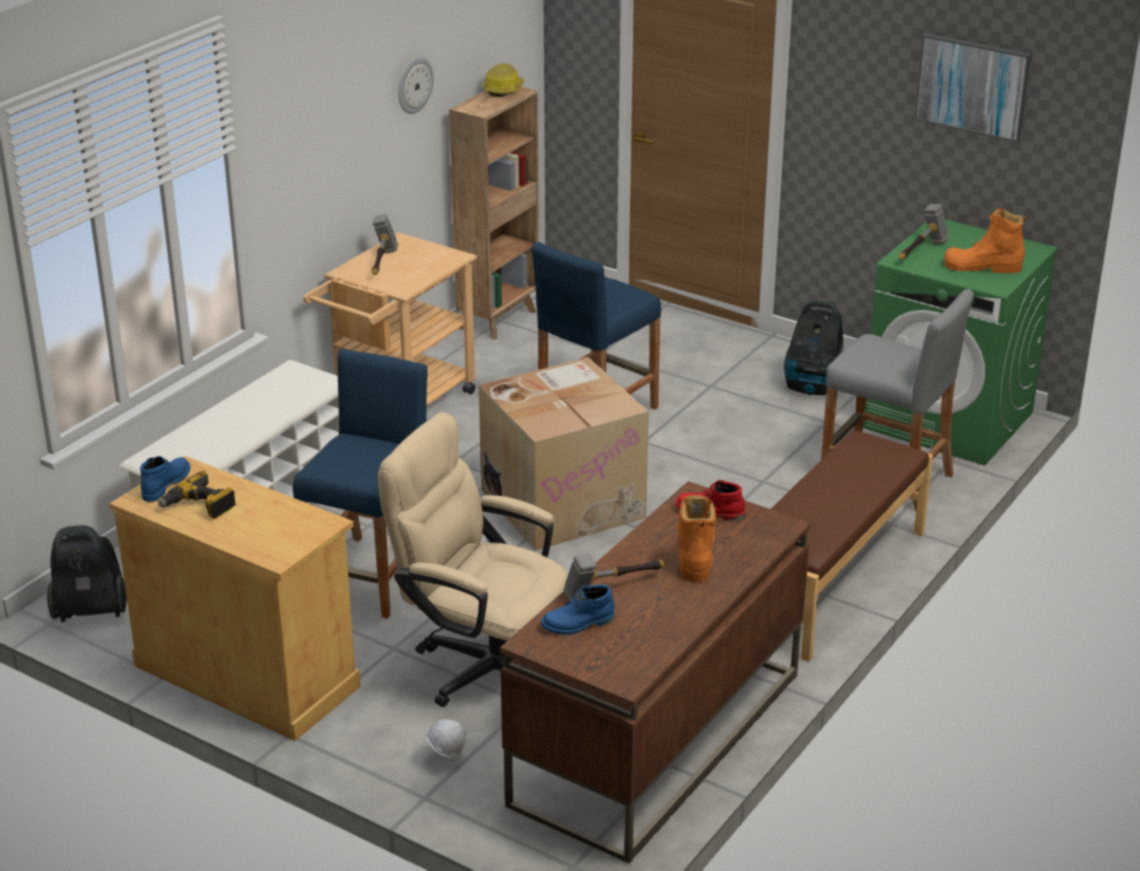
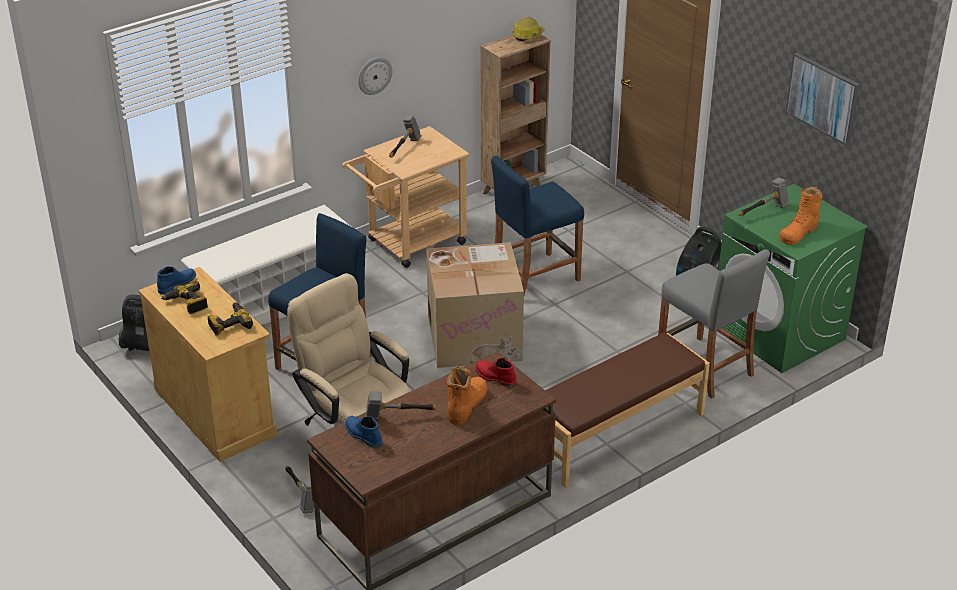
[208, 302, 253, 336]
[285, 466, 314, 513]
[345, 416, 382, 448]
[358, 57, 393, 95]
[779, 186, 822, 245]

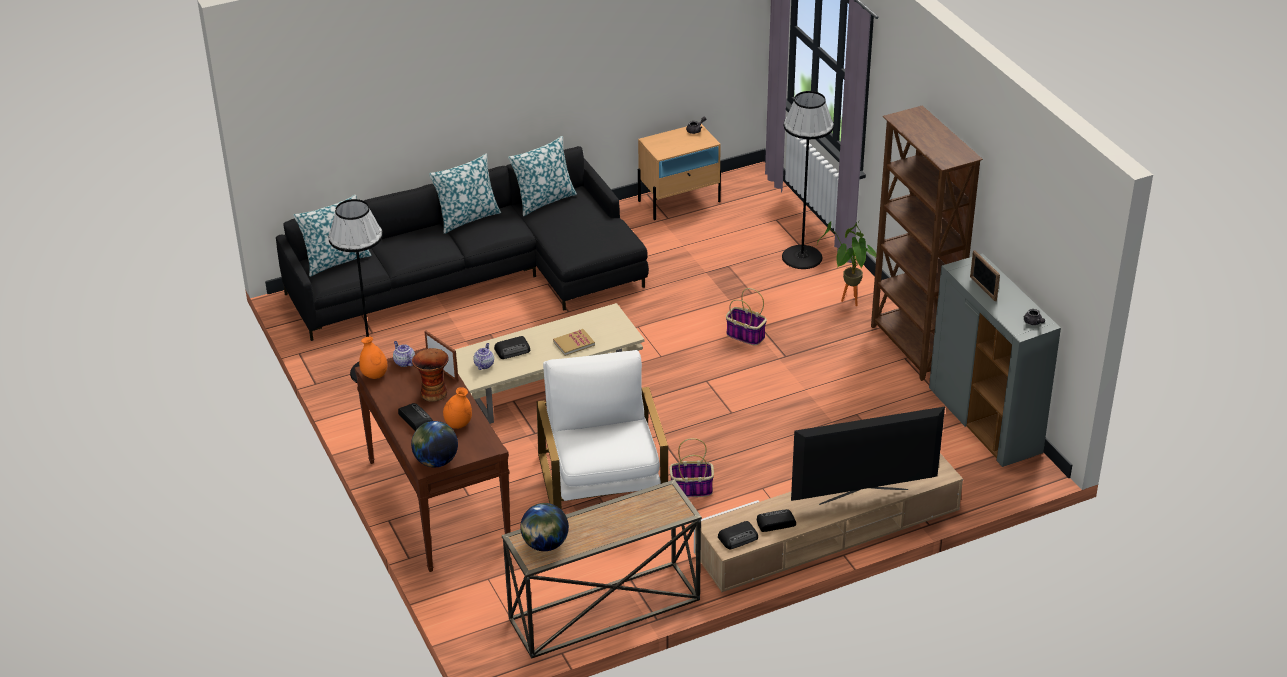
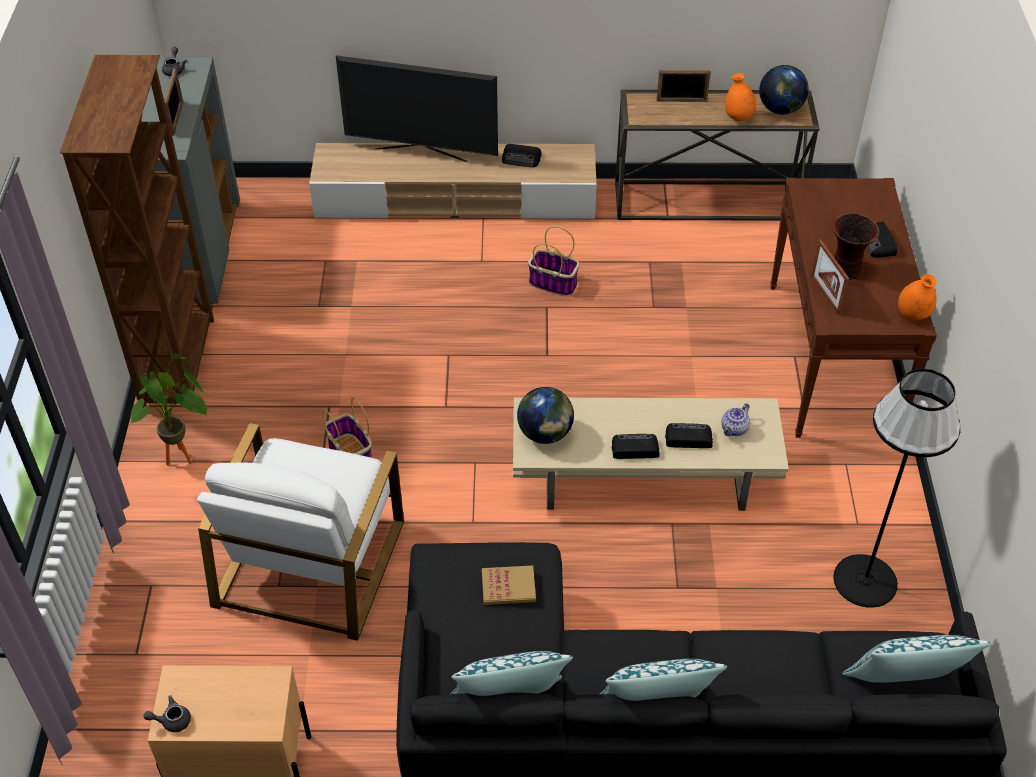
[197, 423, 404, 641]
[482, 565, 536, 605]
[517, 387, 574, 444]
[612, 434, 660, 459]
[656, 70, 711, 102]
[725, 73, 756, 121]
[393, 341, 415, 367] (first image)
[782, 91, 834, 269] (first image)

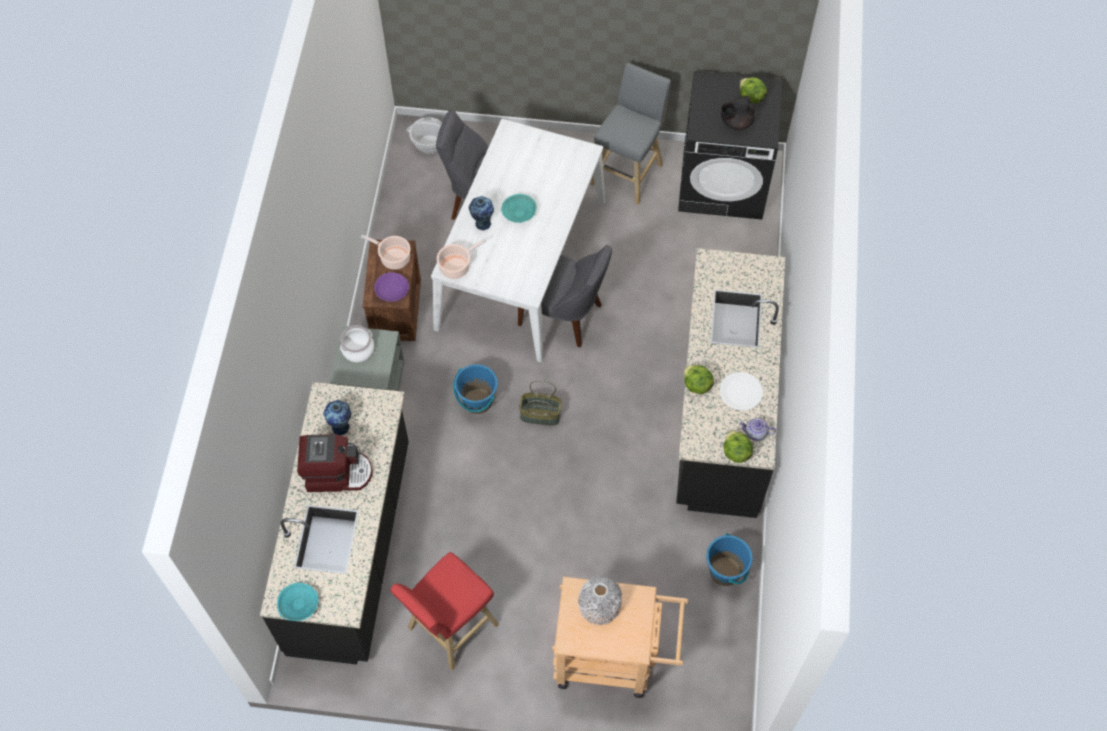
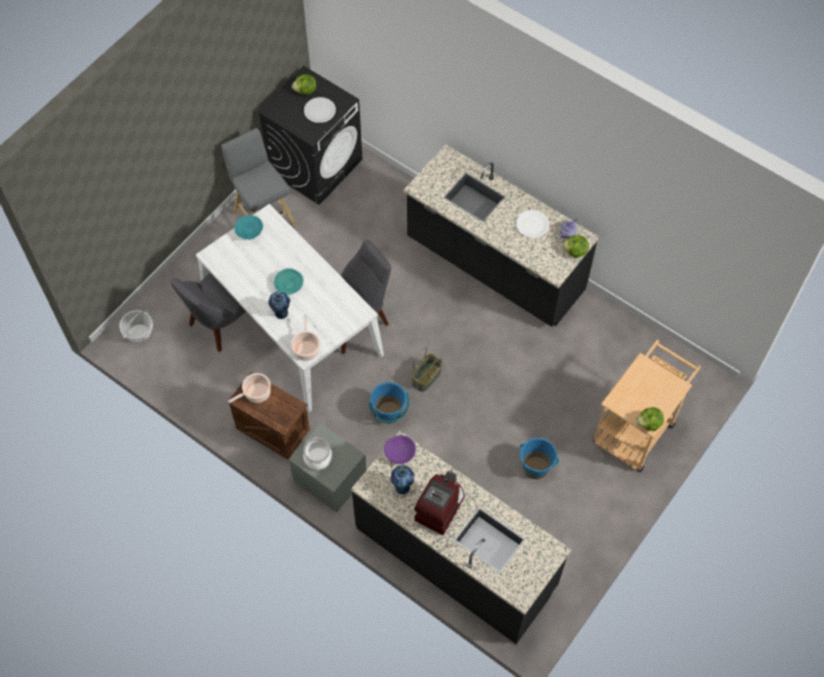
[234, 215, 263, 240]
[304, 97, 336, 123]
[384, 435, 416, 464]
[519, 438, 559, 479]
[636, 407, 664, 431]
[390, 552, 499, 671] (first image)
[578, 575, 622, 625] (first image)

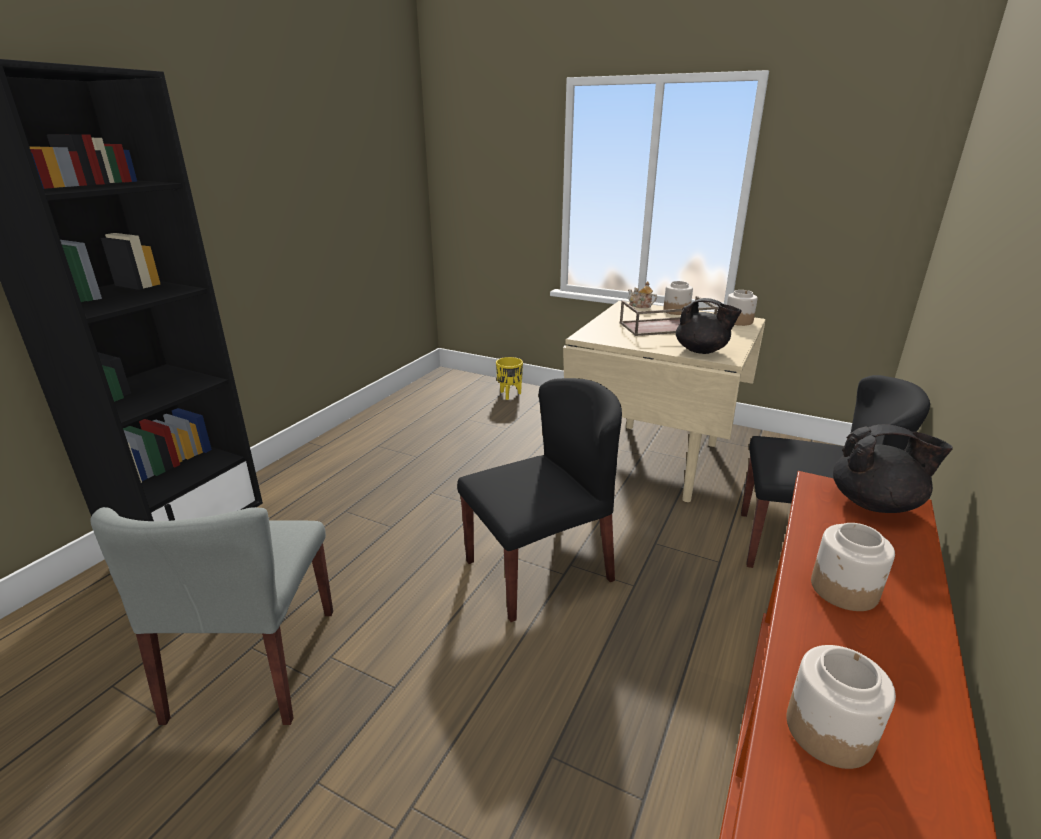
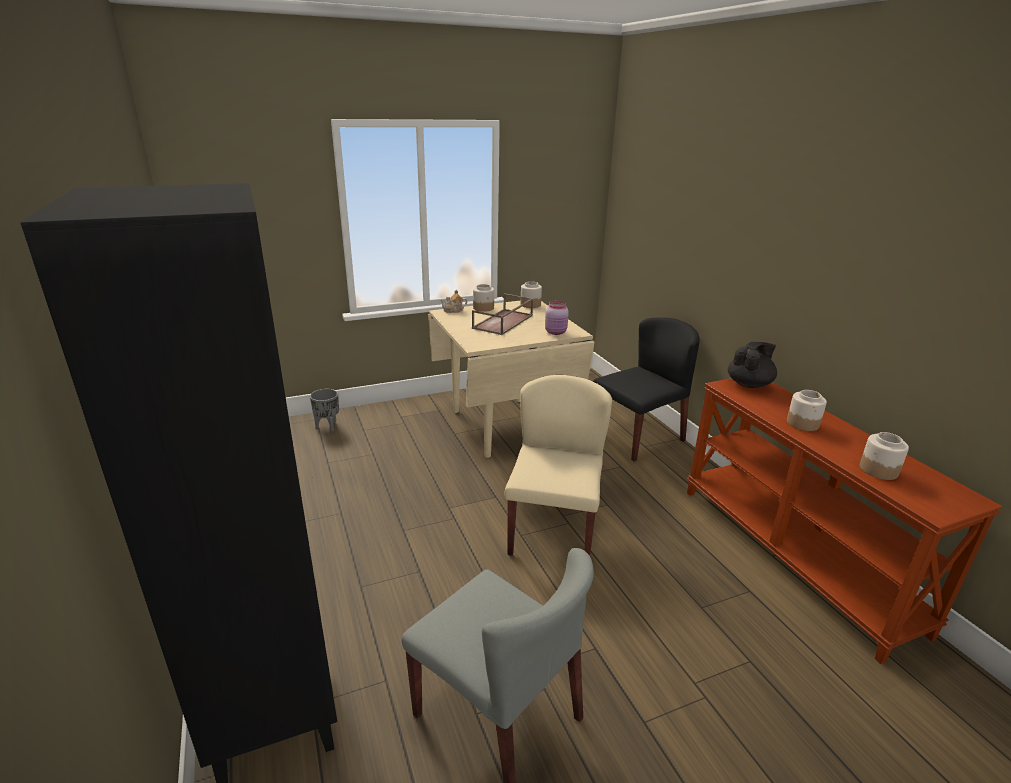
[310, 389, 339, 432]
[504, 375, 612, 556]
[545, 301, 569, 335]

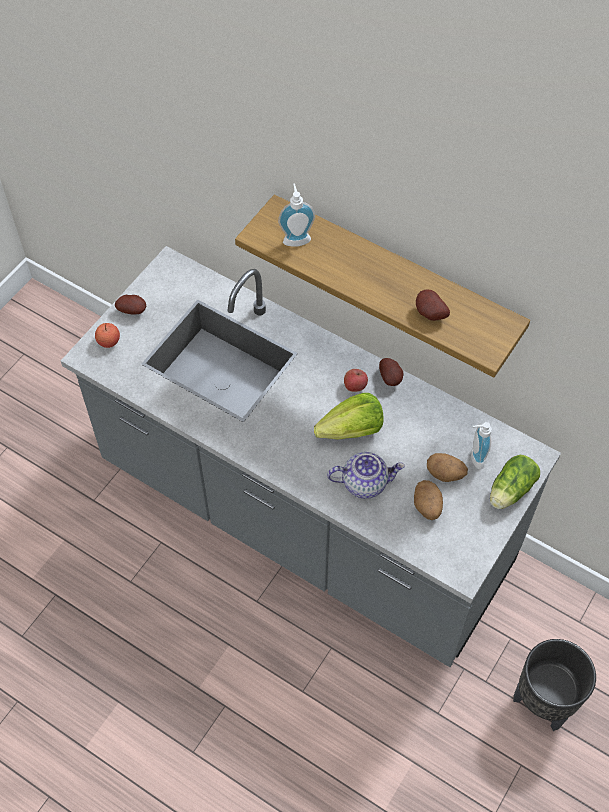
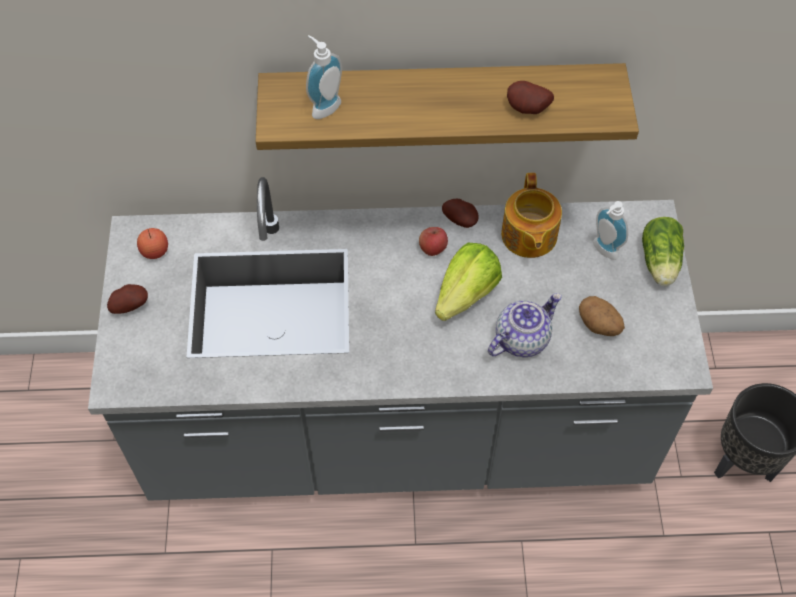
[137, 228, 168, 259]
[501, 173, 562, 258]
[427, 453, 468, 482] (first image)

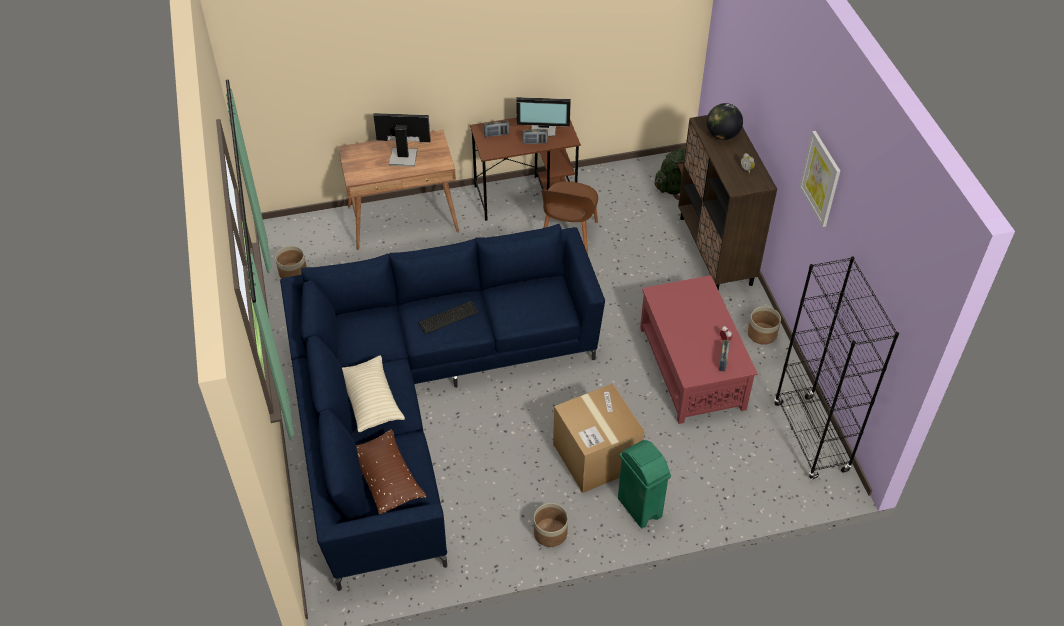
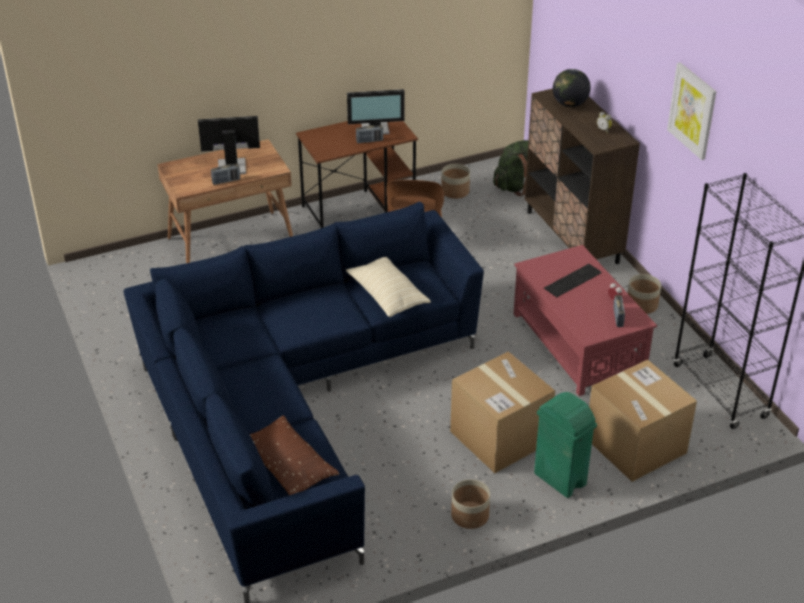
[211, 164, 240, 185]
[346, 257, 431, 317]
[441, 164, 470, 199]
[544, 264, 602, 297]
[589, 360, 697, 482]

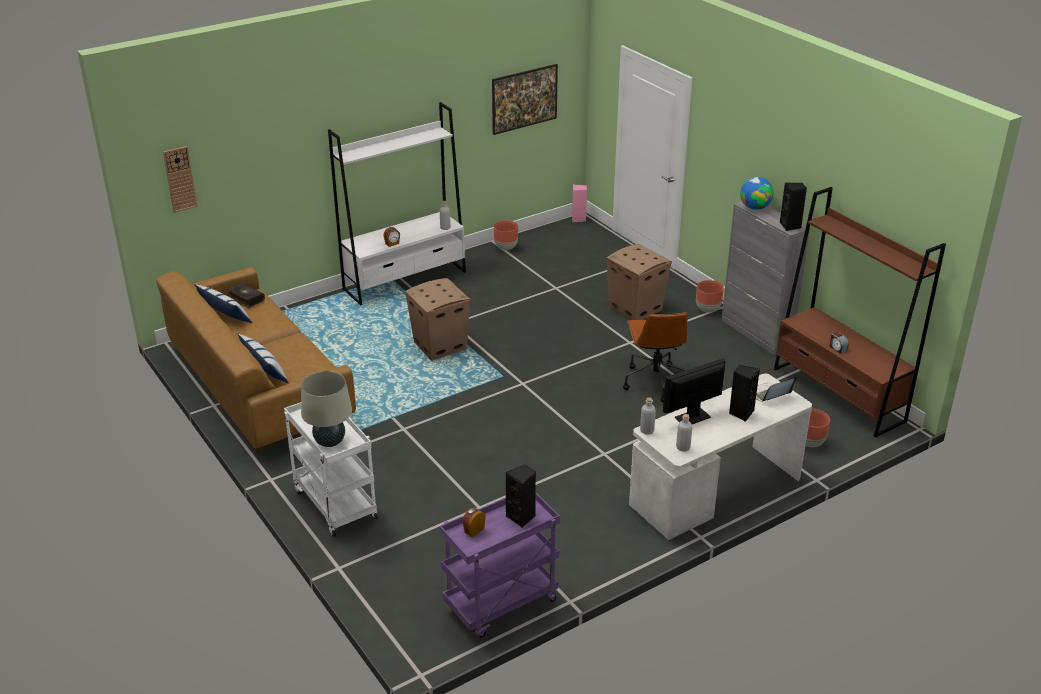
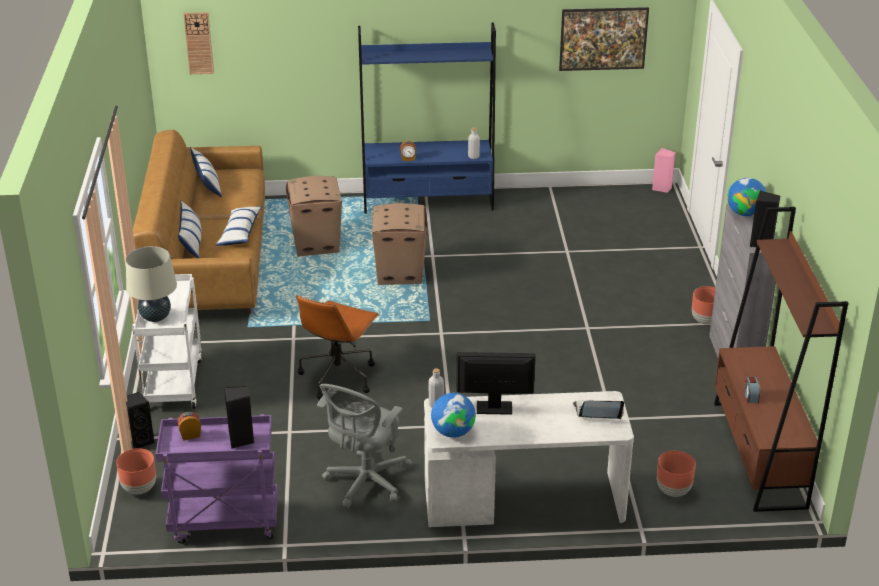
[116, 448, 156, 494]
[126, 392, 155, 449]
[215, 206, 262, 246]
[286, 176, 342, 256]
[296, 295, 380, 400]
[317, 384, 412, 508]
[358, 22, 496, 214]
[431, 393, 476, 438]
[227, 283, 265, 308] (first image)

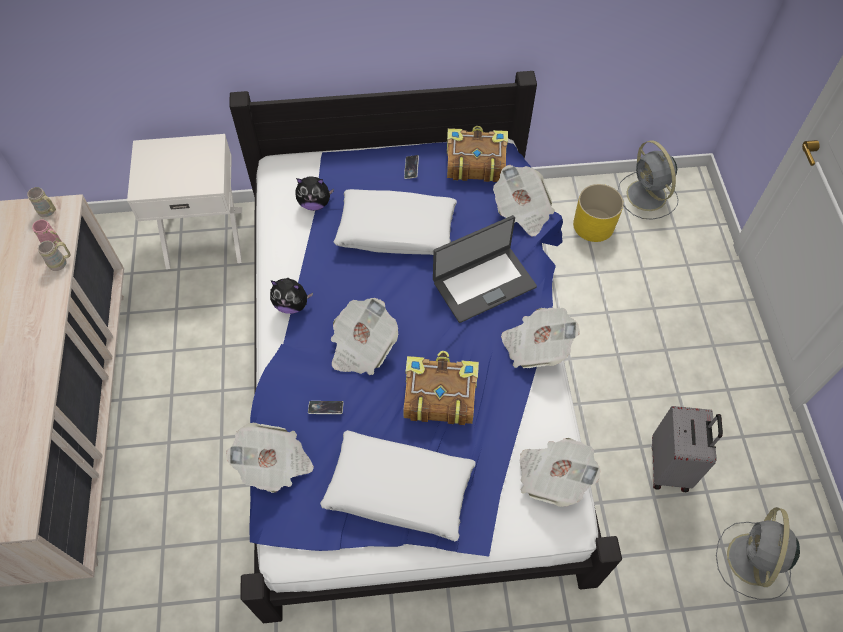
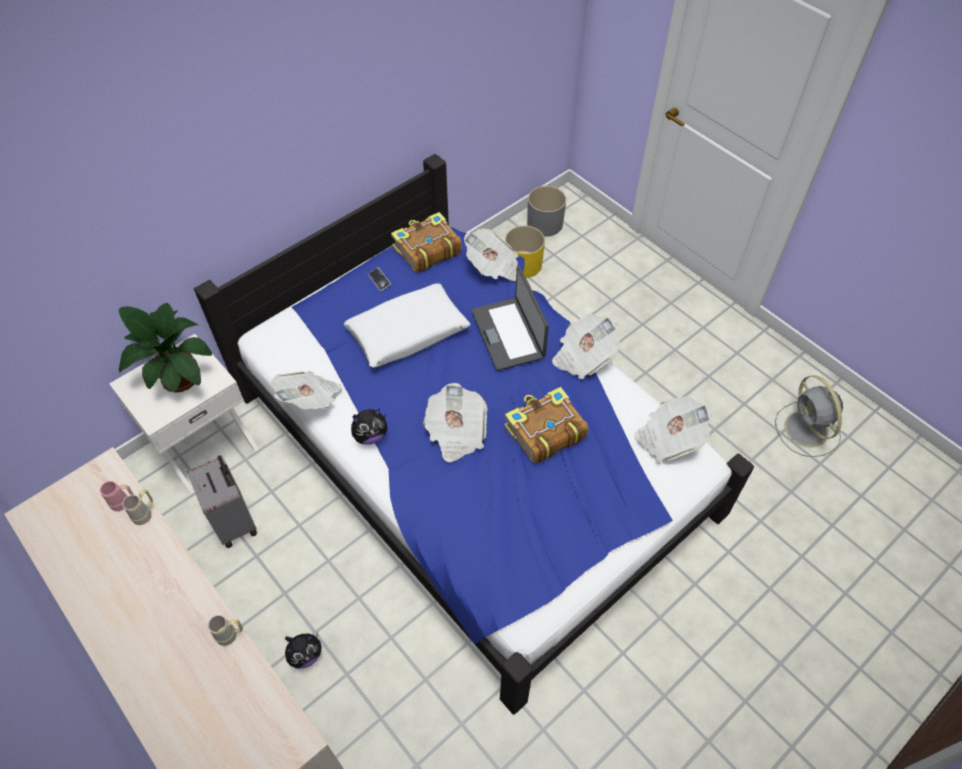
[119, 303, 212, 393]
[187, 456, 257, 548]
[208, 615, 243, 646]
[271, 371, 342, 409]
[285, 633, 322, 669]
[471, 266, 549, 371]
[527, 186, 566, 237]
[308, 401, 343, 414] (first image)
[320, 430, 476, 541] (first image)

